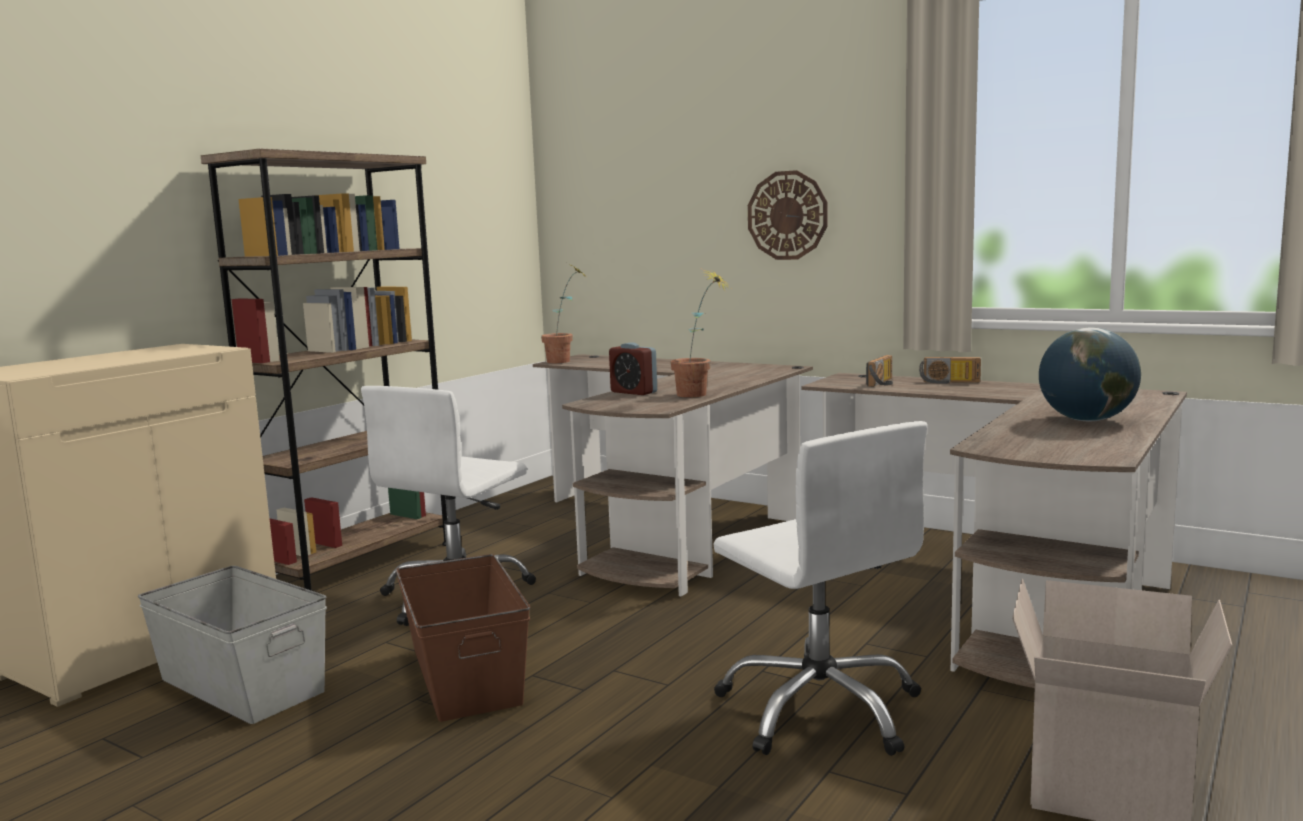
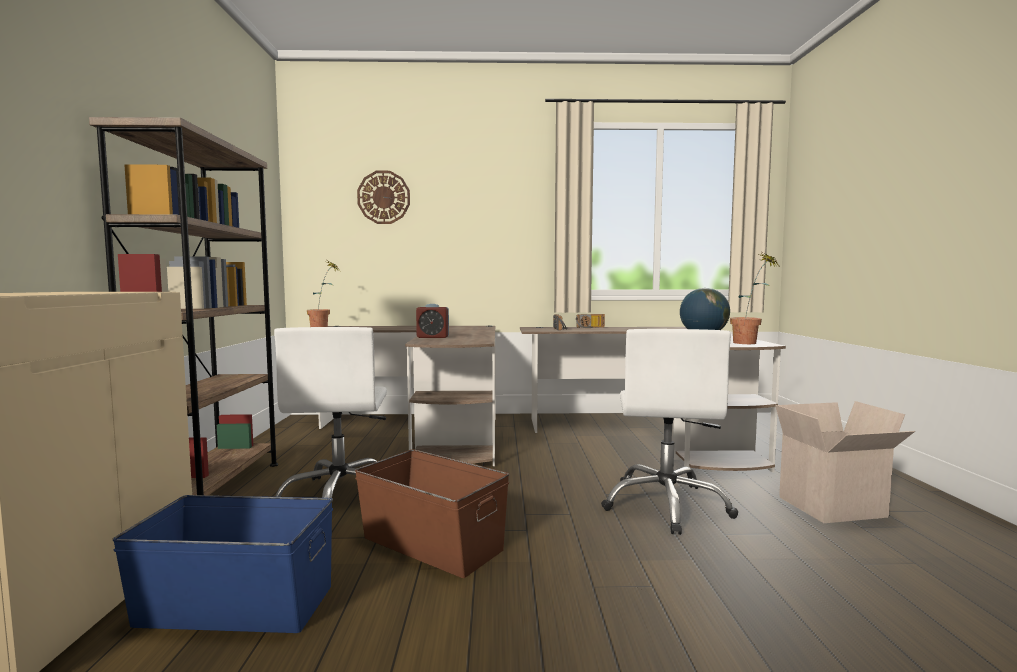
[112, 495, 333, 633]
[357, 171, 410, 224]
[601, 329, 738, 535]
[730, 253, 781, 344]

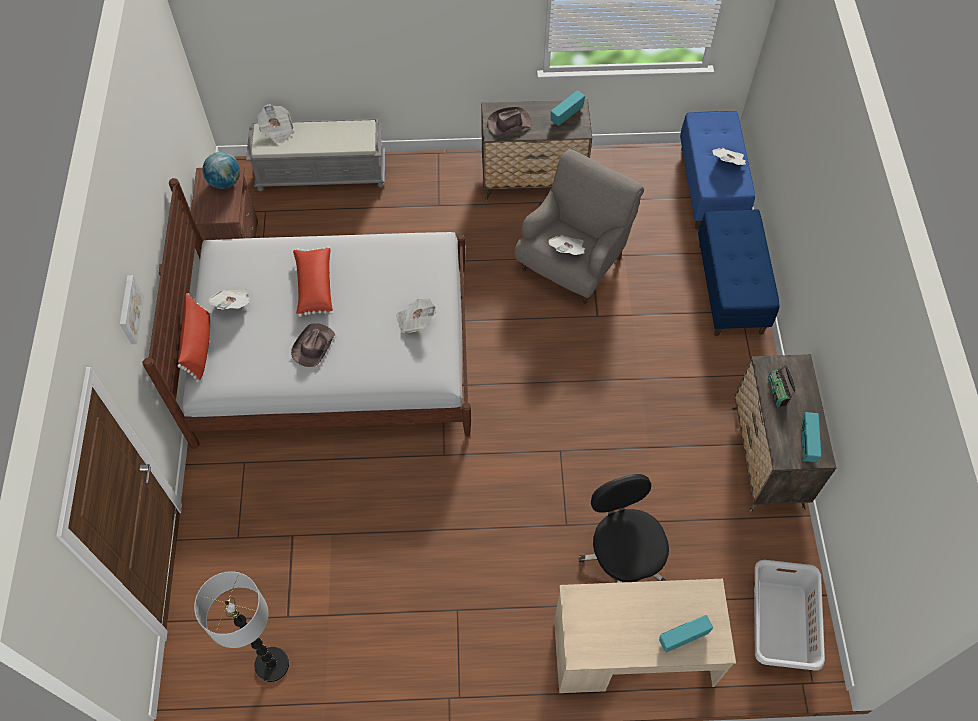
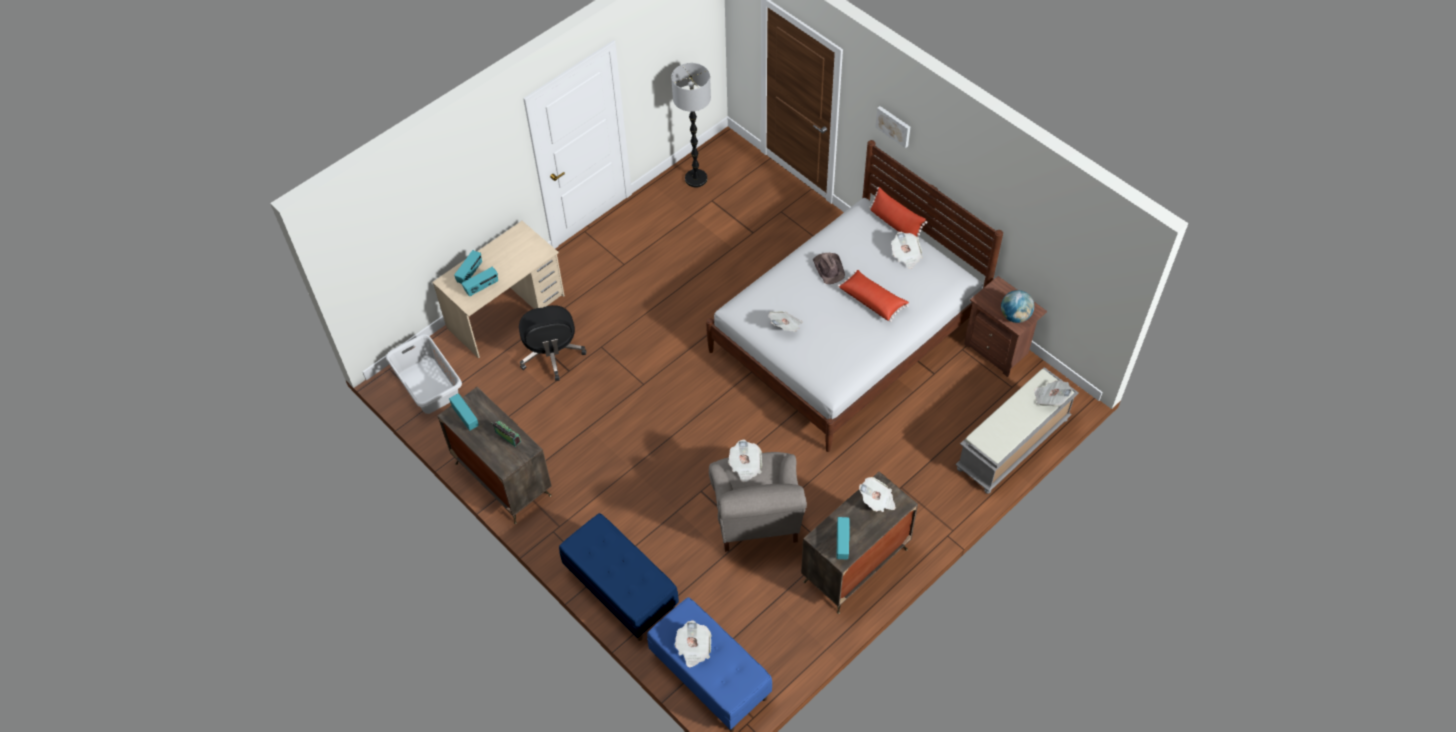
[461, 267, 498, 296]
[519, 305, 586, 381]
[859, 477, 896, 512]

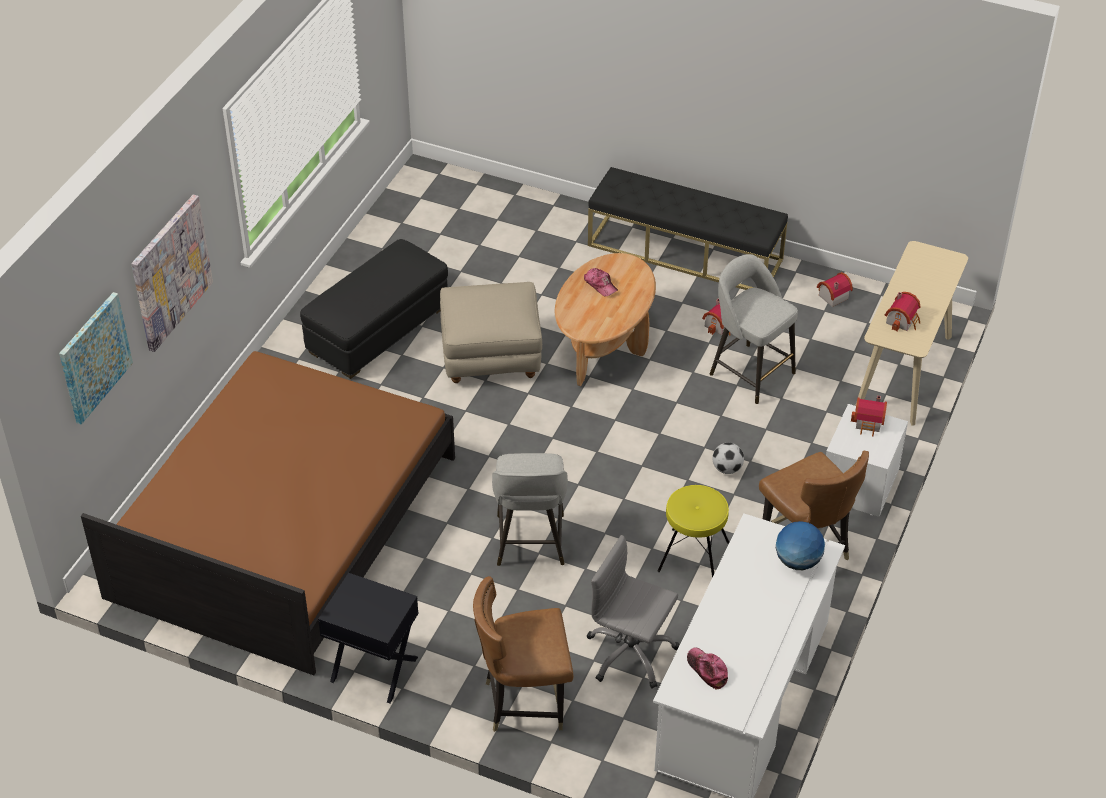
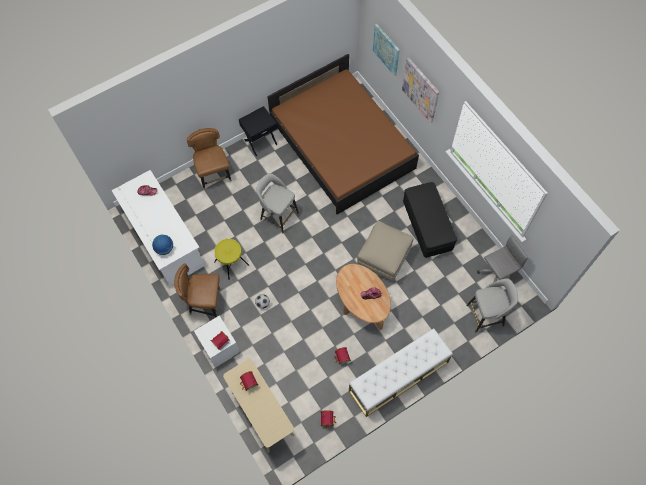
[187, 128, 232, 190]
[349, 328, 453, 417]
[466, 279, 518, 332]
[477, 235, 529, 282]

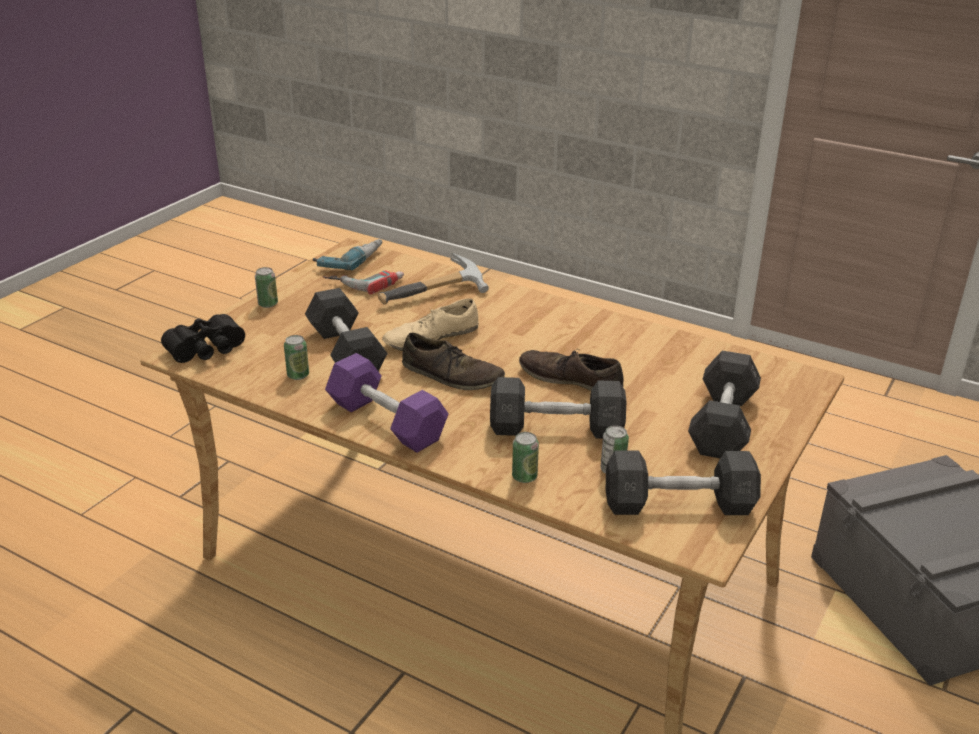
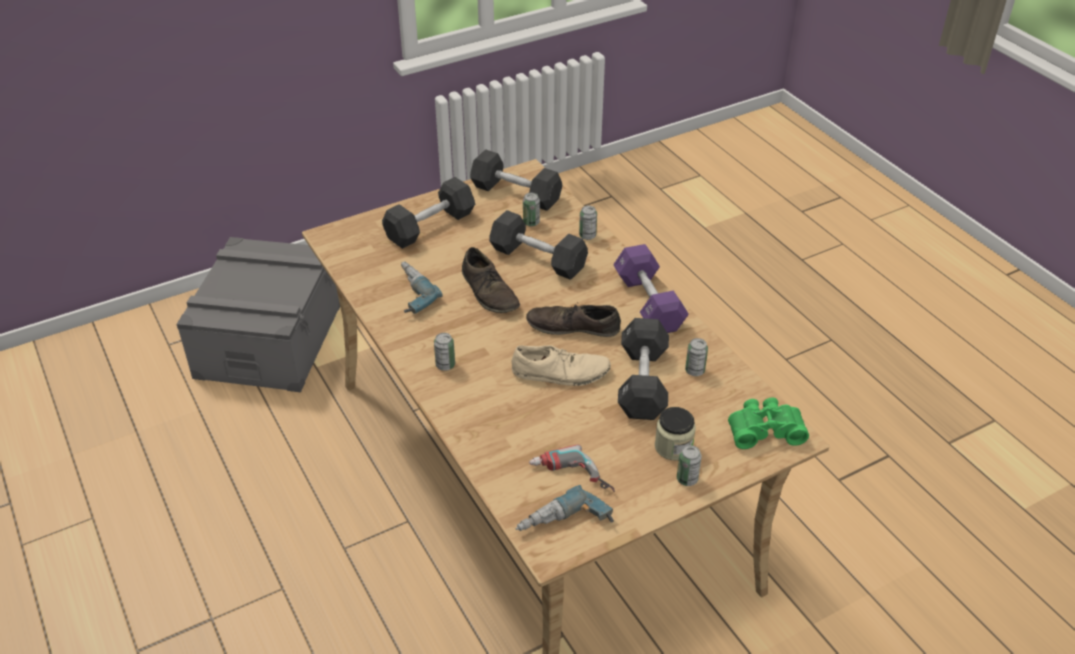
[401, 261, 443, 314]
[434, 333, 455, 371]
[526, 302, 621, 337]
[655, 407, 696, 460]
[728, 397, 809, 449]
[378, 253, 489, 304] (first image)

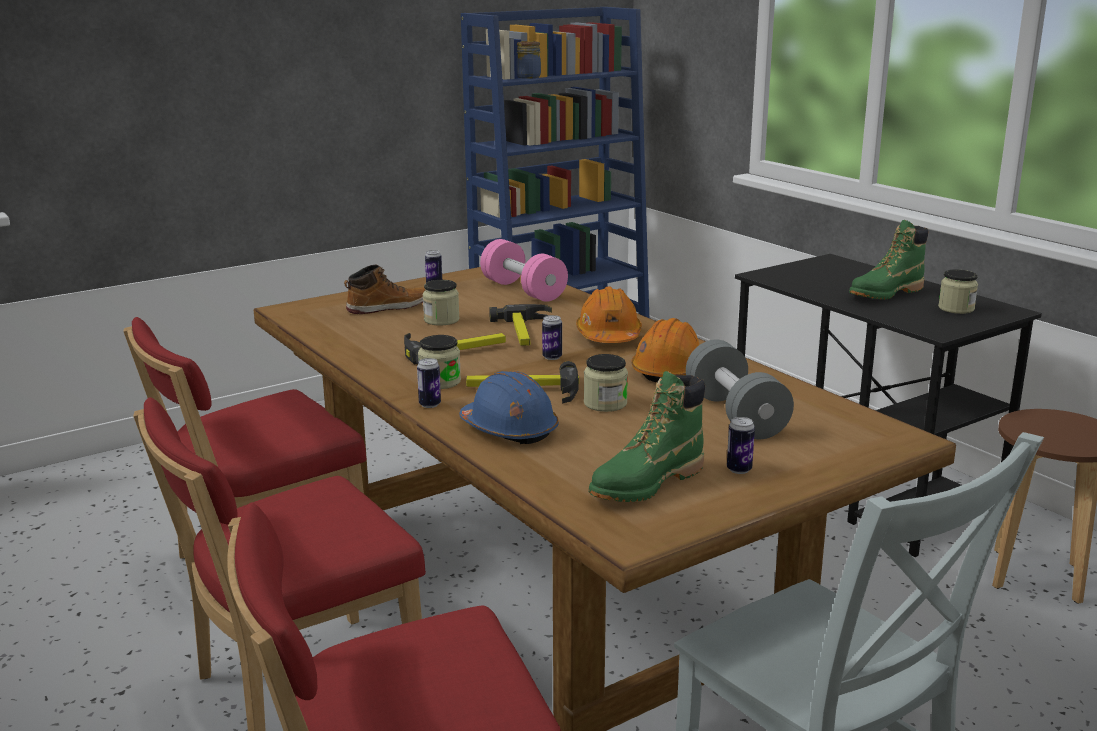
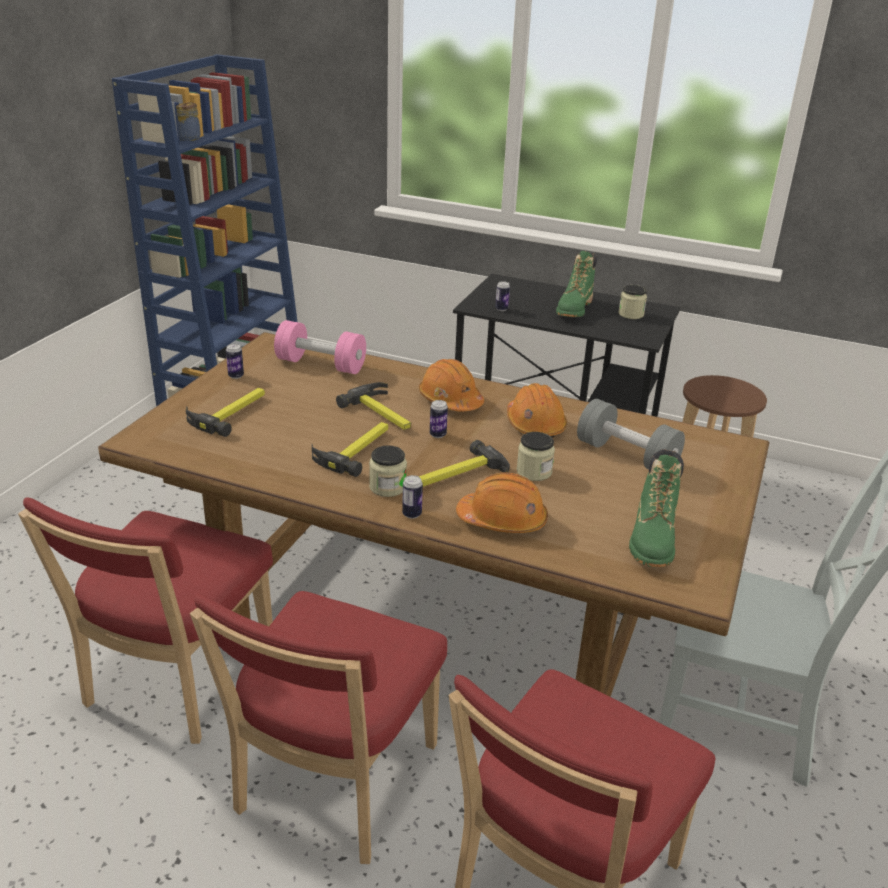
[186, 388, 265, 437]
[456, 472, 548, 533]
[495, 281, 510, 311]
[423, 280, 460, 325] (first image)

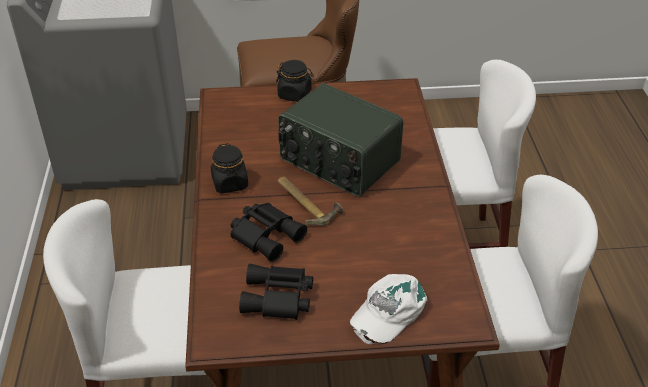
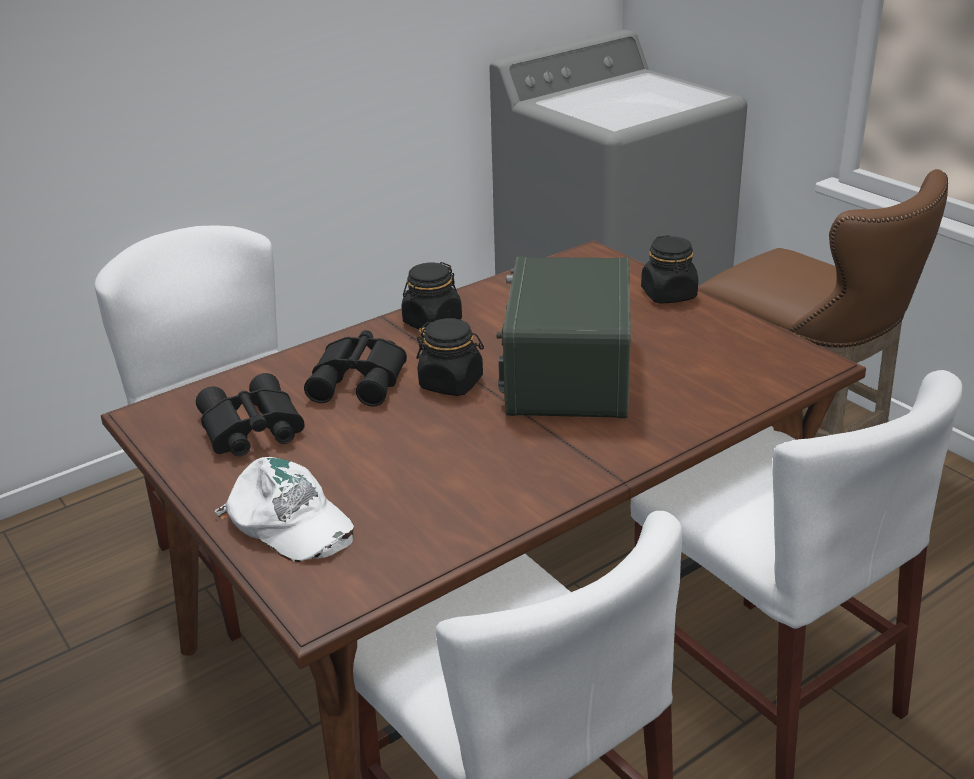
[214, 457, 354, 562]
[416, 318, 484, 396]

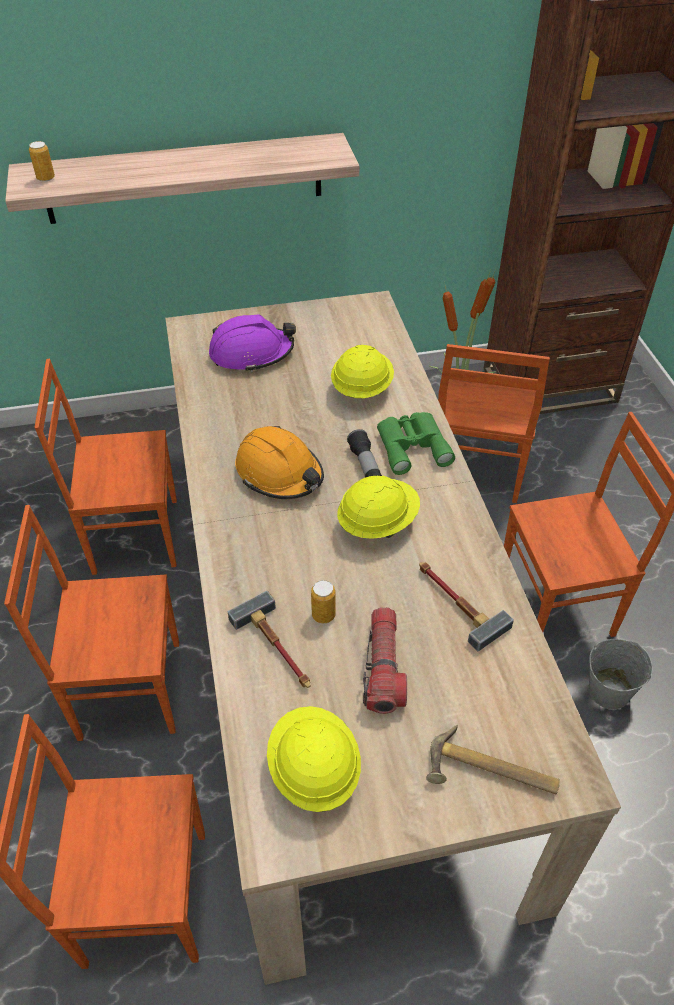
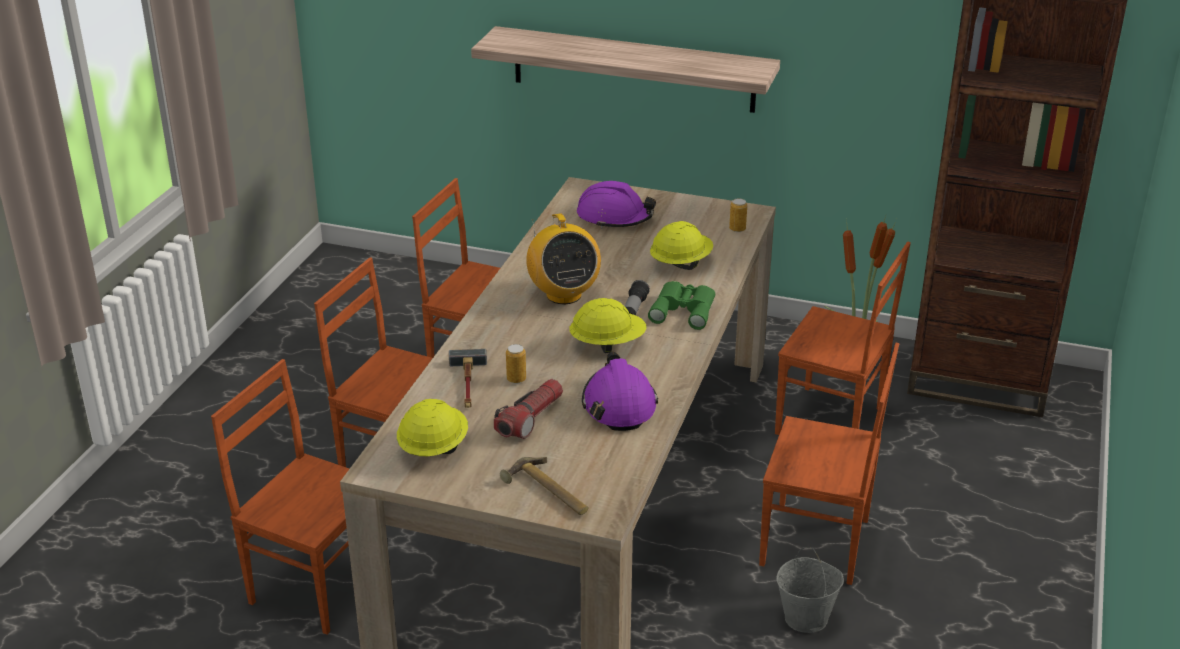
[526, 213, 601, 304]
[582, 352, 658, 431]
[729, 198, 747, 232]
[775, 242, 911, 435]

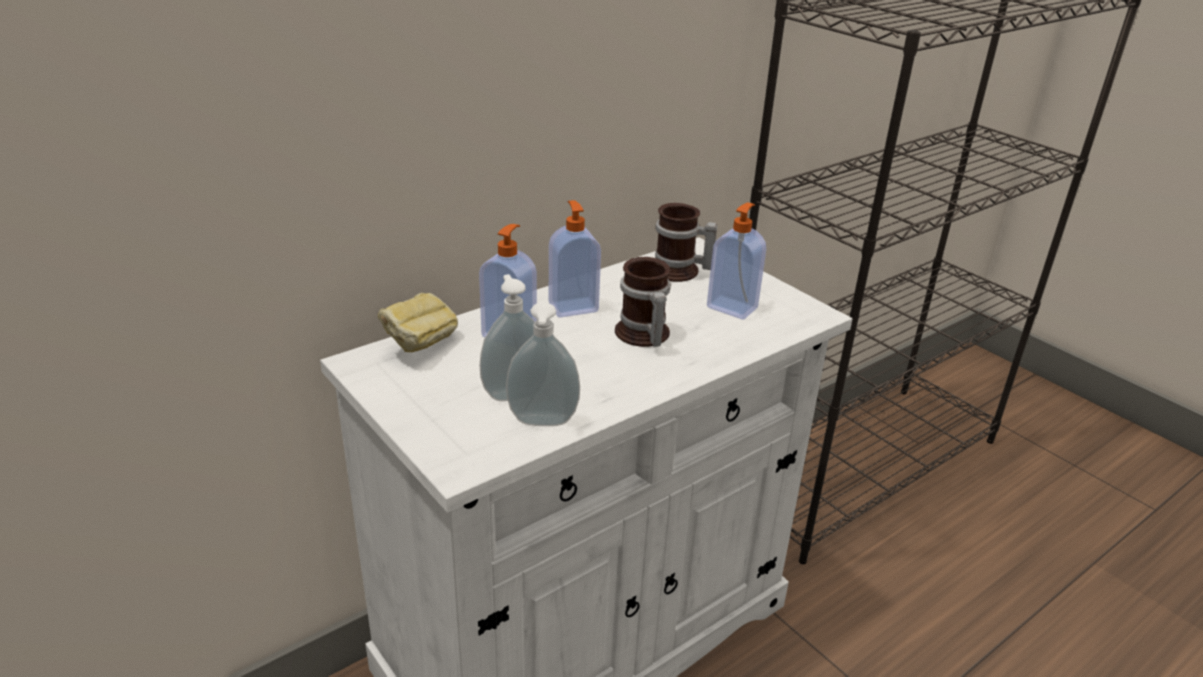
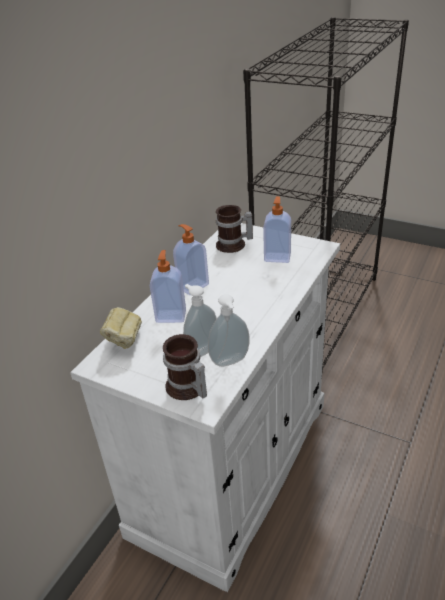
[163, 334, 207, 400]

